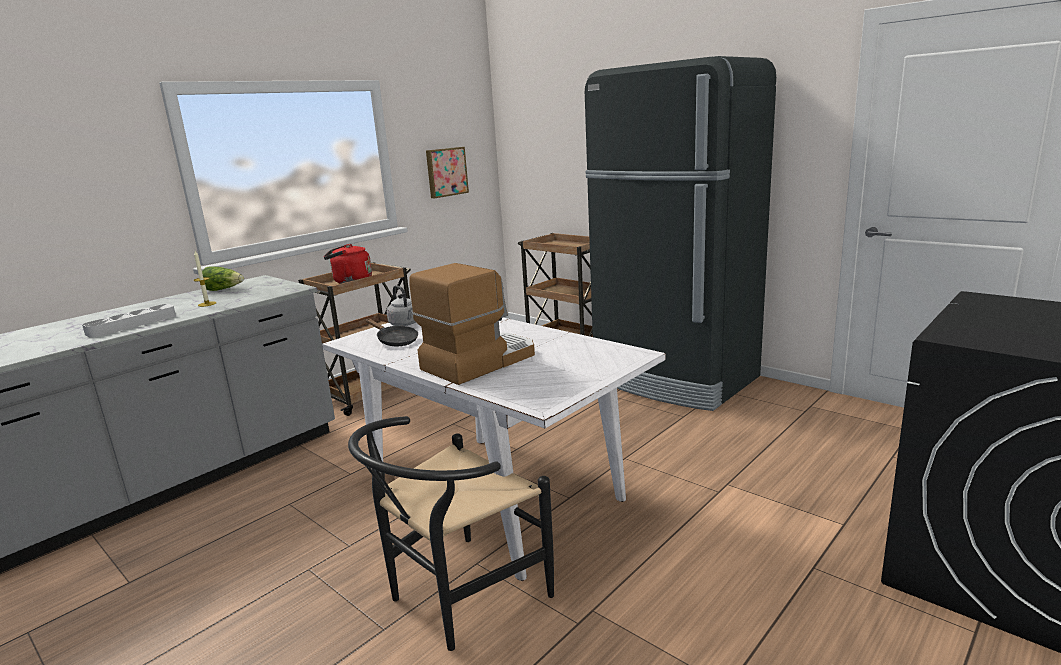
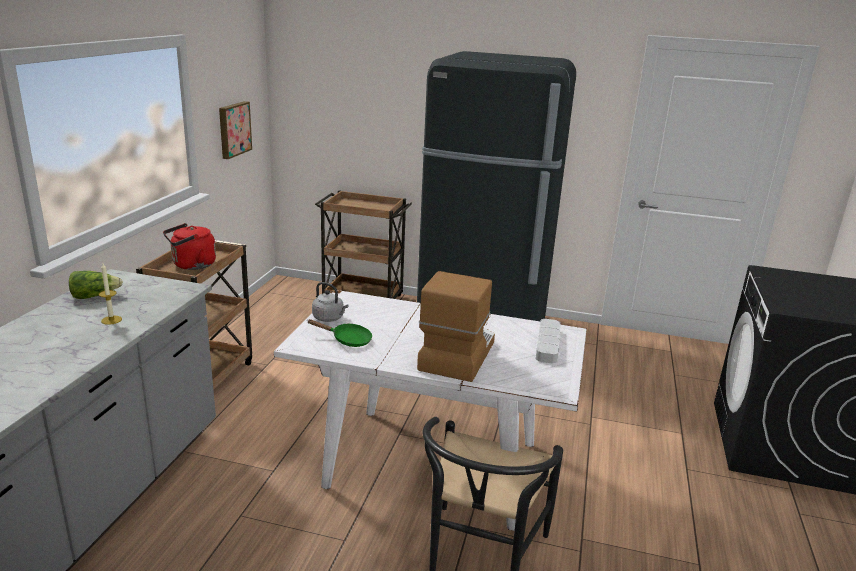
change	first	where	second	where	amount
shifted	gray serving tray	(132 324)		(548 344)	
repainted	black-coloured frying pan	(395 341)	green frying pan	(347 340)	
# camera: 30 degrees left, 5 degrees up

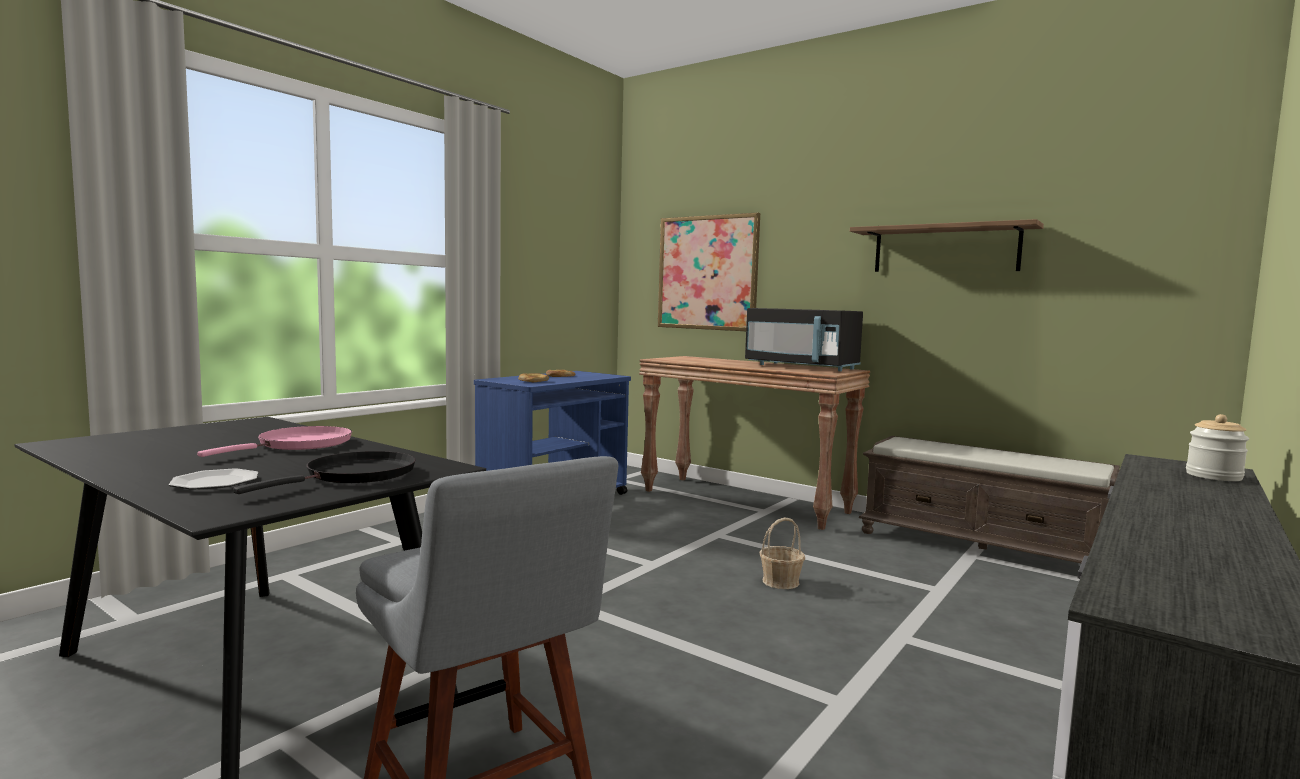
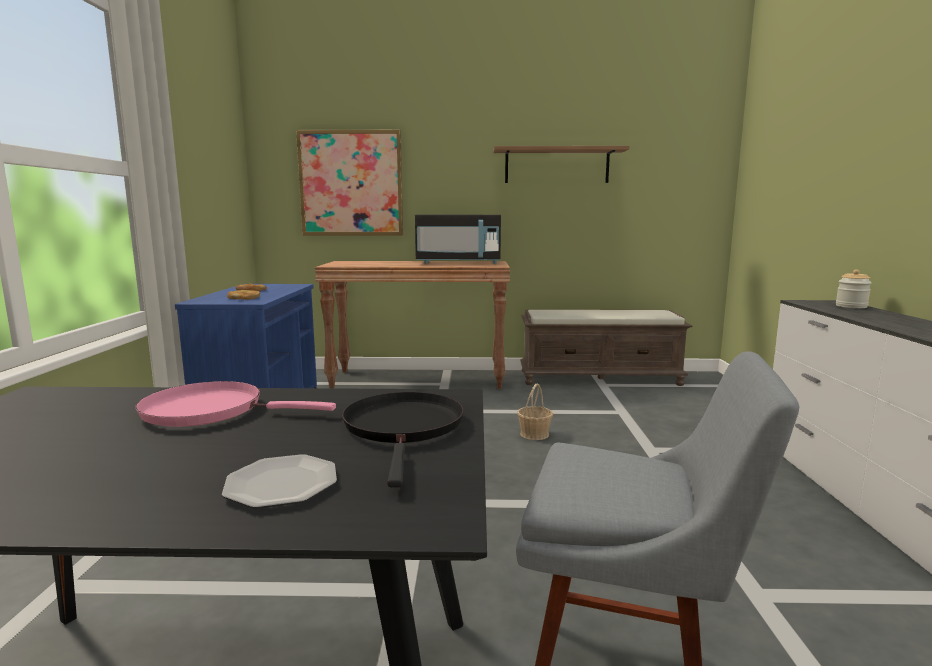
change	first	where	second	where	amount
rotated	pink-coloured frying pan	(300 444)		(211 411)	75 degrees counterclockwise
# camera: 35 degrees left, 5 degrees up

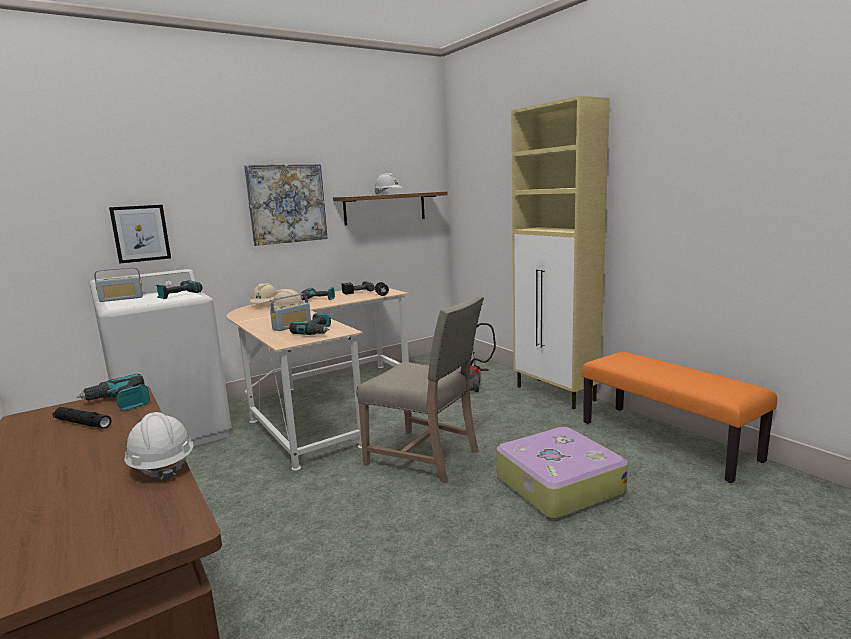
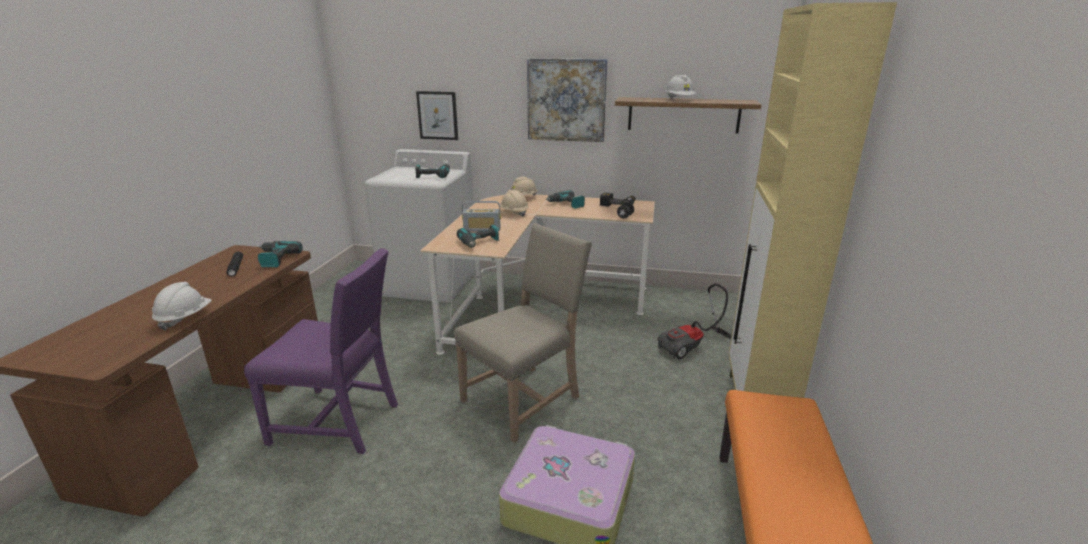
change	first	where	second	where	amount
gone	radio set	(121 299)			
rotated	beige plain chair	(426 457)		(525 398)	120 degrees counterclockwise
new			purple-coloured plain chair	(340 422)	
# camera: 45 degrees right, 10 degrees up

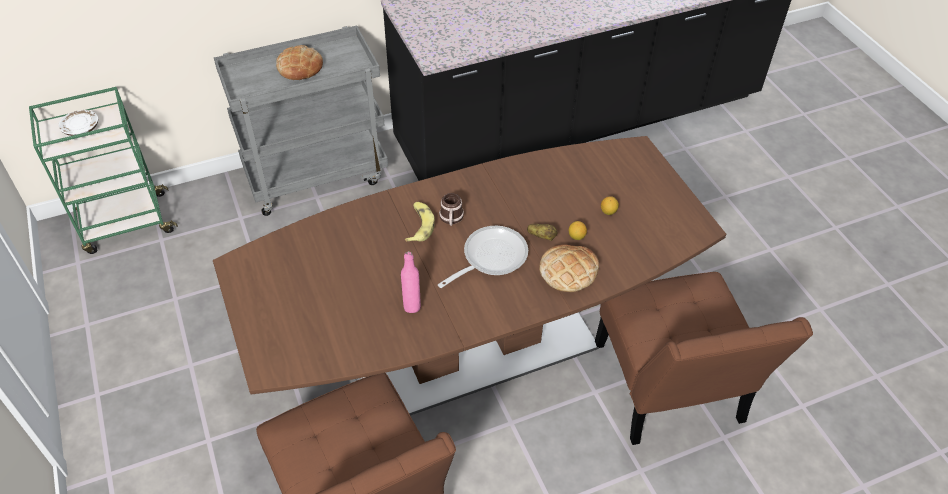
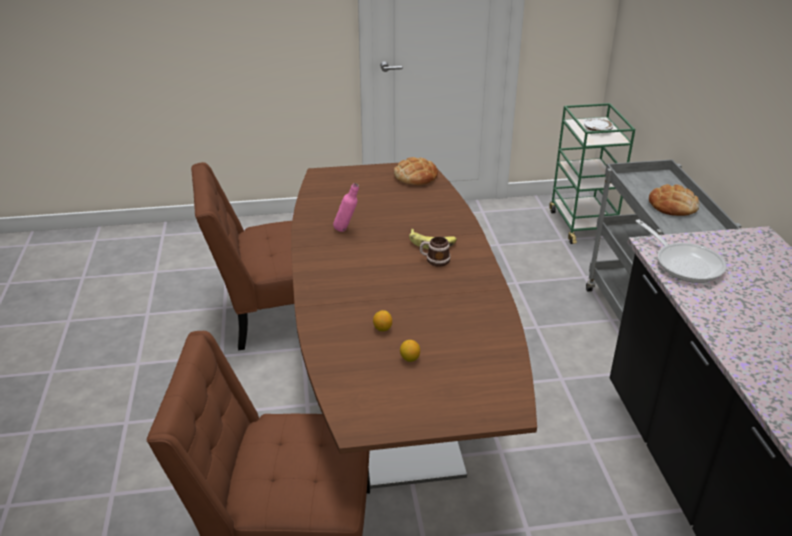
change	first	where	second	where	amount
gone	whole potato	(541 236)			
shifted	frying pan	(490 258)		(684 263)	
shifted	bread	(568 271)		(415 176)	
# camera: 105 degrees right, 15 degrees down

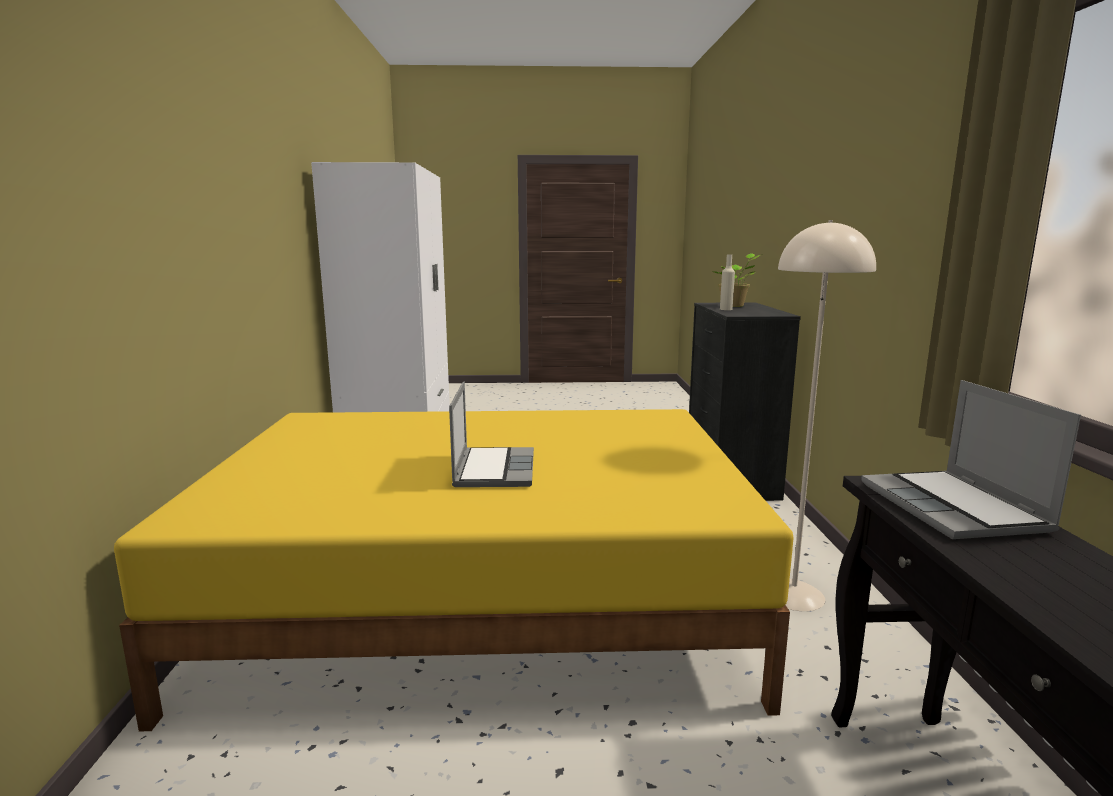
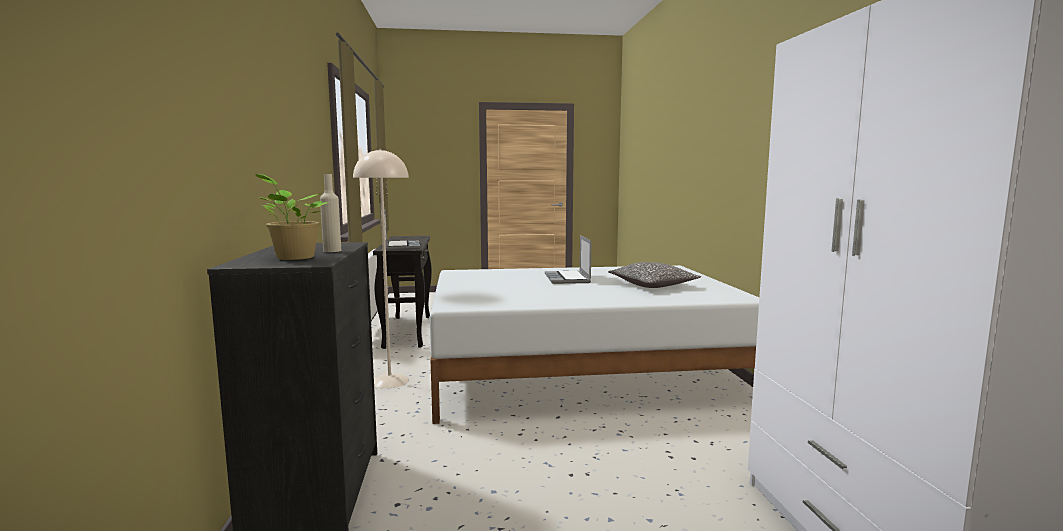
change	first	where	second	where	amount
repainted	yellowish sleeping bed	(482 600)	white-coloured sleeping bed	(581 373)	
new			cushion	(652 285)	
# camera: 175 degrees right, 5 degrees down

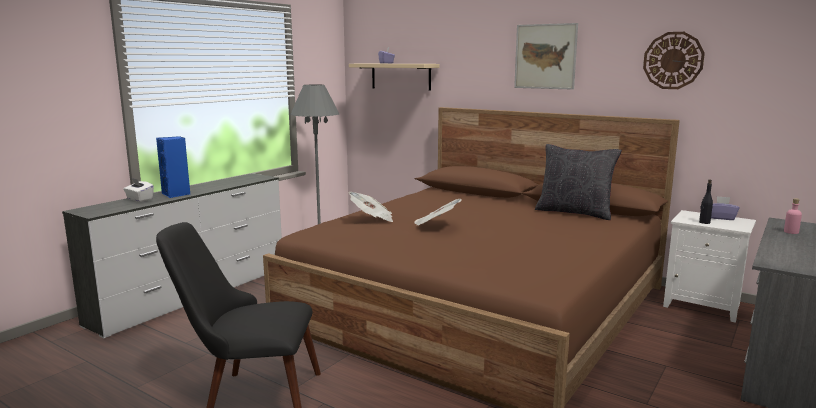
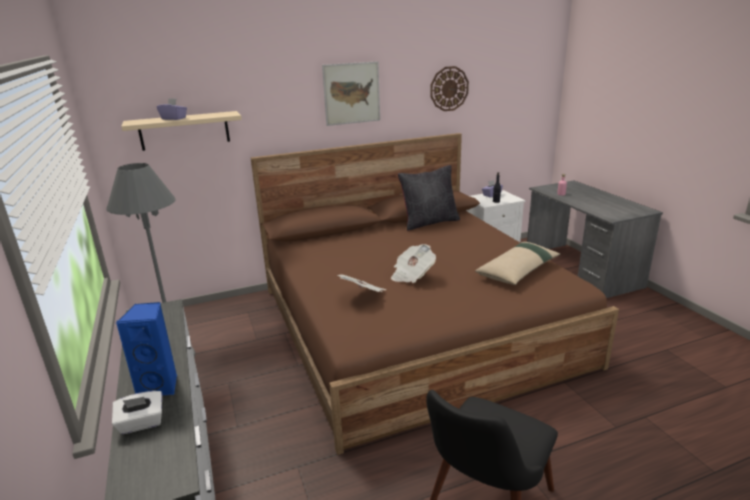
change	first	where	second	where	amount
new			beige cushion	(518 270)	
# camera: 55 degrees left, 10 degrees up

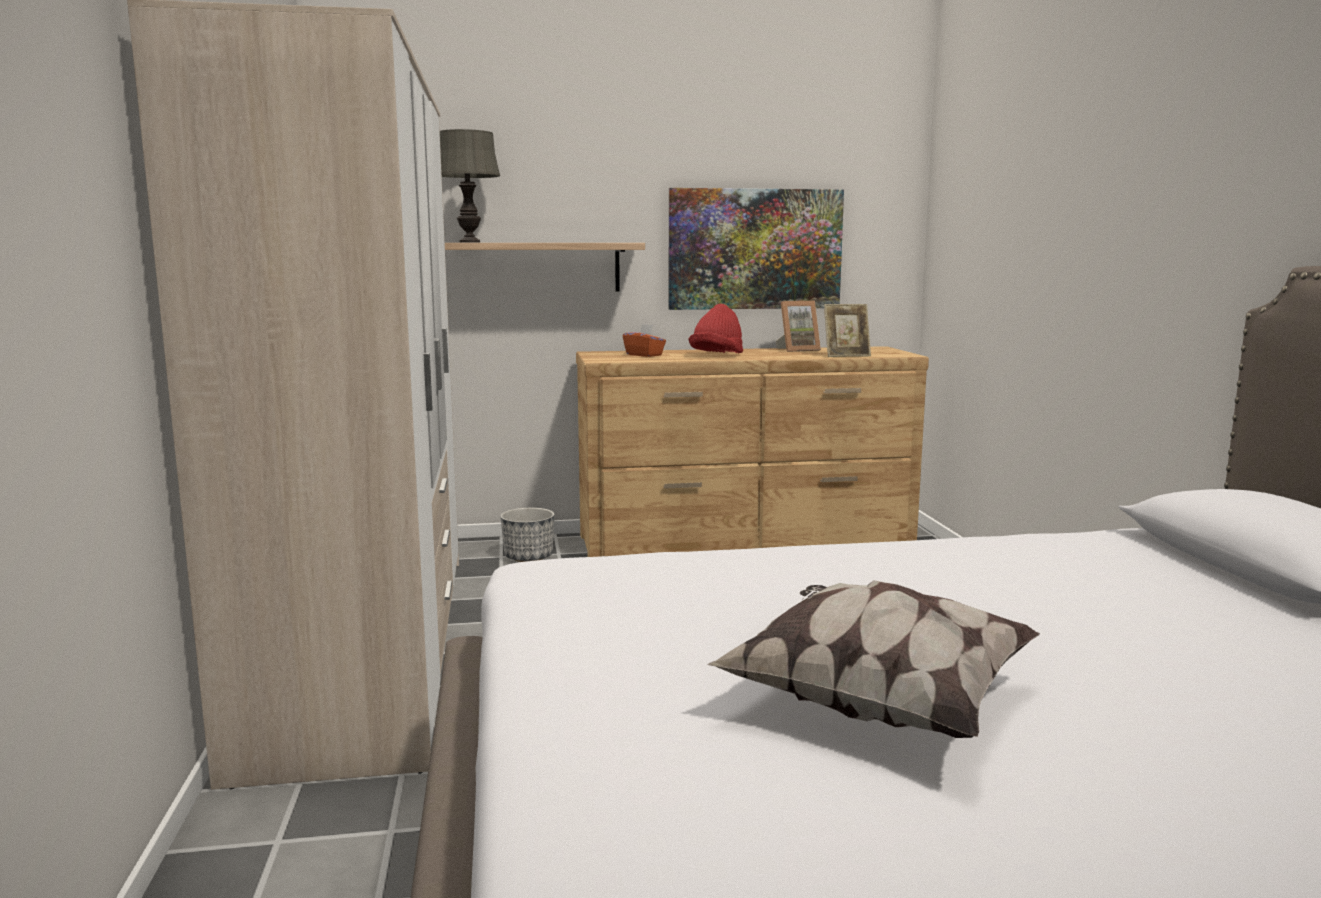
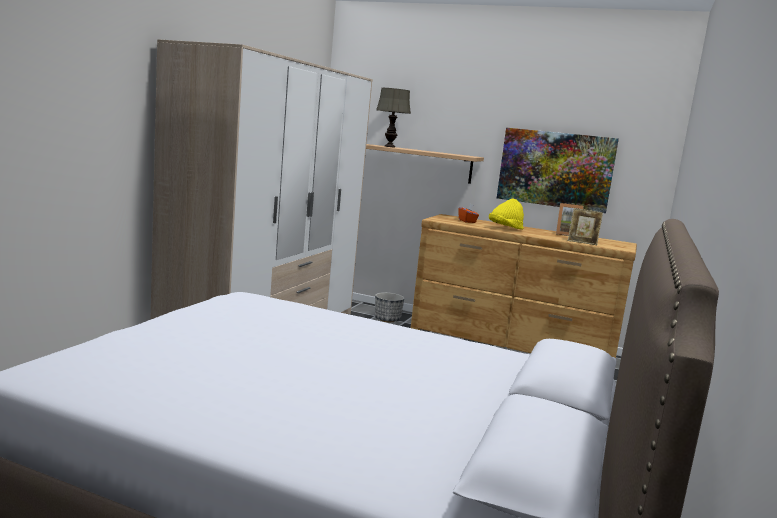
change	first	where	second	where	amount
repainted	red-coloured hat	(716 356)	yellowish hat	(505 228)	
gone	cushion	(876 703)			
# camera: 30 degrees right, 0 degrees up

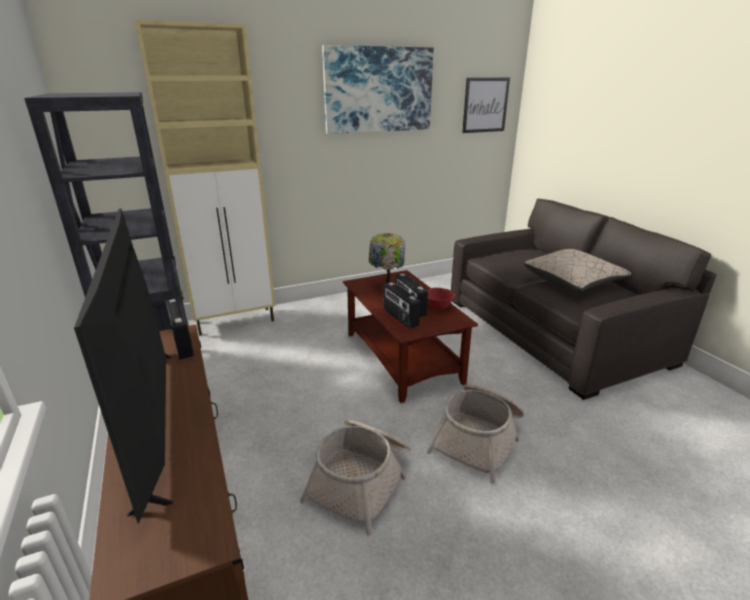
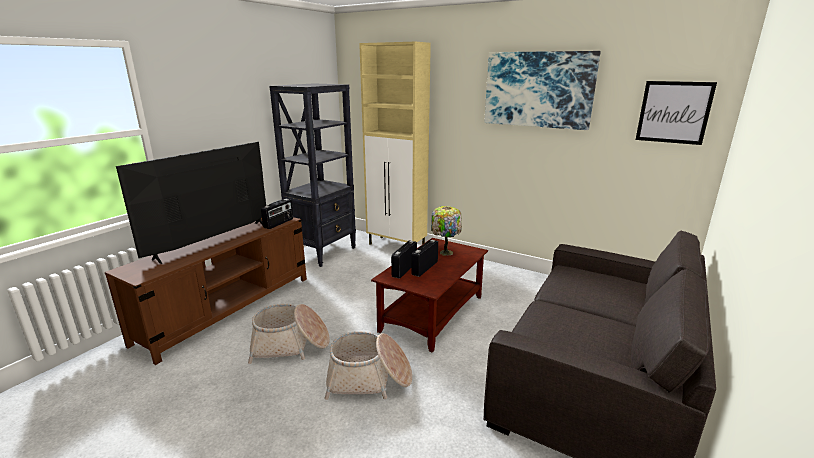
change	first	where	second	where	amount
gone	beige cushion	(573 282)			
gone	red-coloured bowl	(438 307)			
# camera: 55 degrees right, 5 degrees down

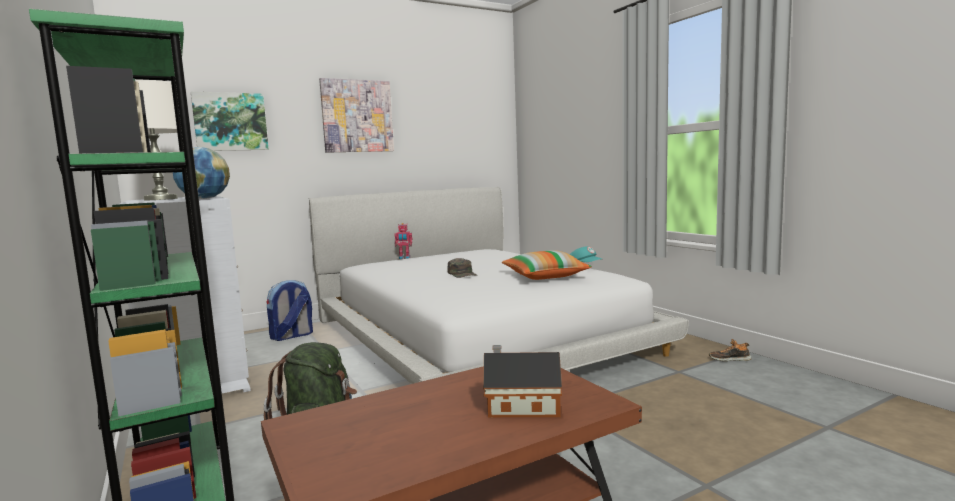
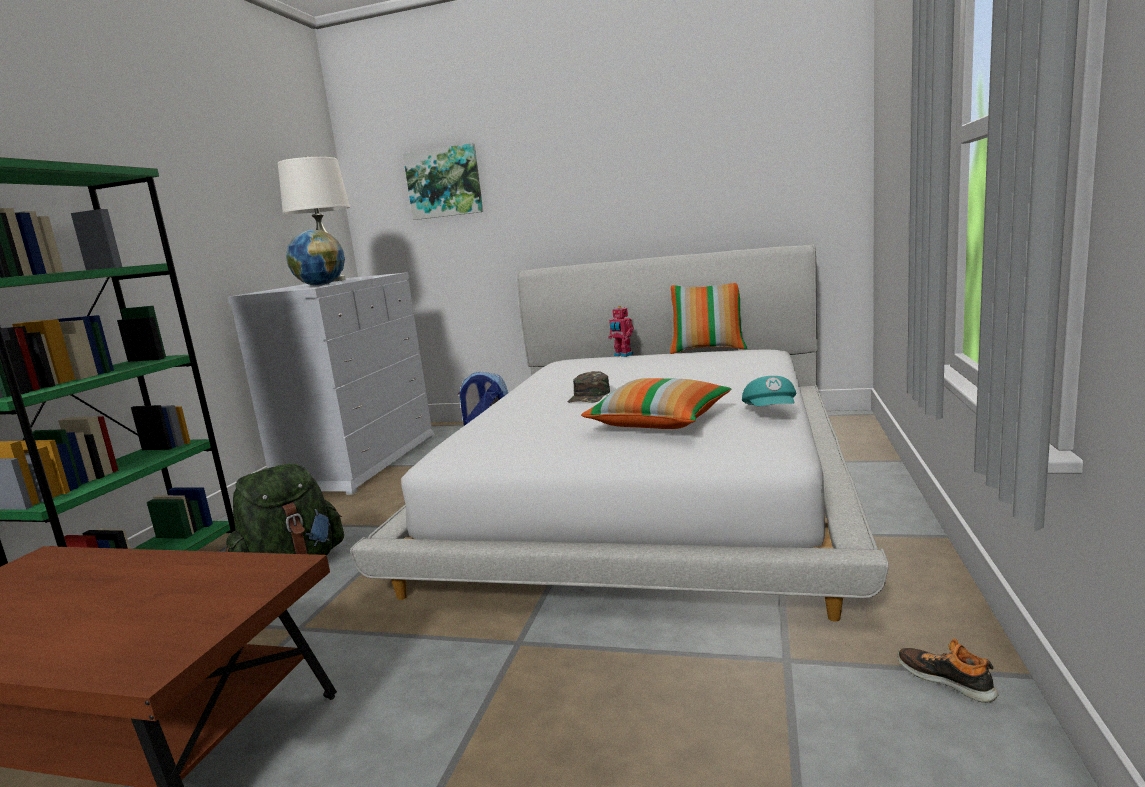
change	first	where	second	where	amount
gone	wall picture	(357 116)			
gone	miniature house	(520 406)			
new			cushion	(708 349)	
# camera: 45 degrees right, 5 degrees up

